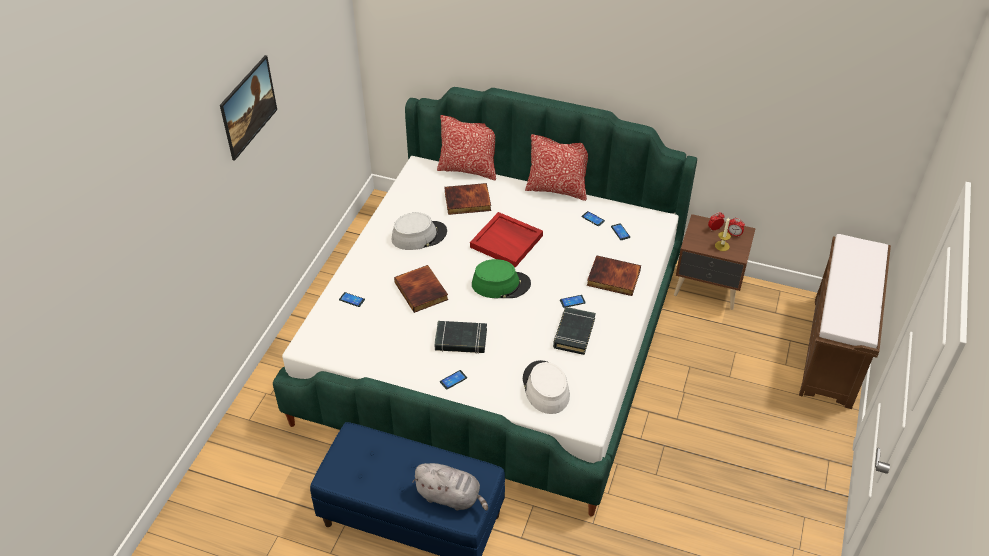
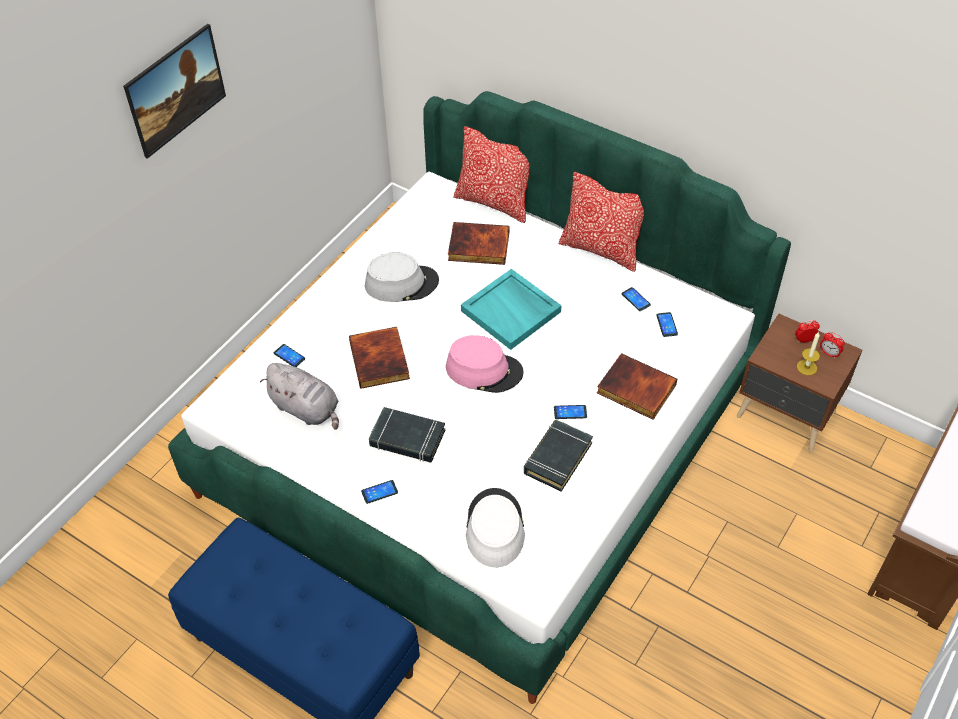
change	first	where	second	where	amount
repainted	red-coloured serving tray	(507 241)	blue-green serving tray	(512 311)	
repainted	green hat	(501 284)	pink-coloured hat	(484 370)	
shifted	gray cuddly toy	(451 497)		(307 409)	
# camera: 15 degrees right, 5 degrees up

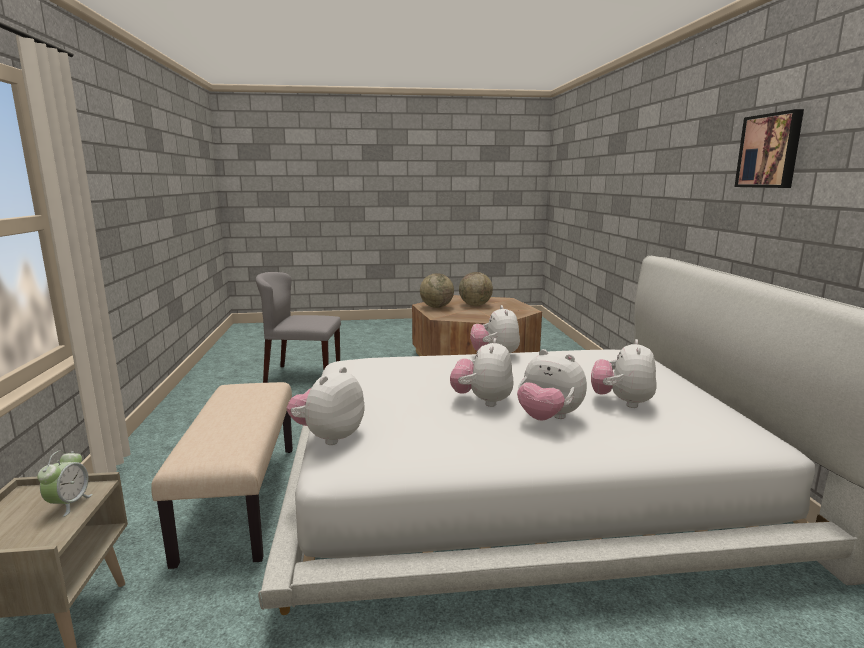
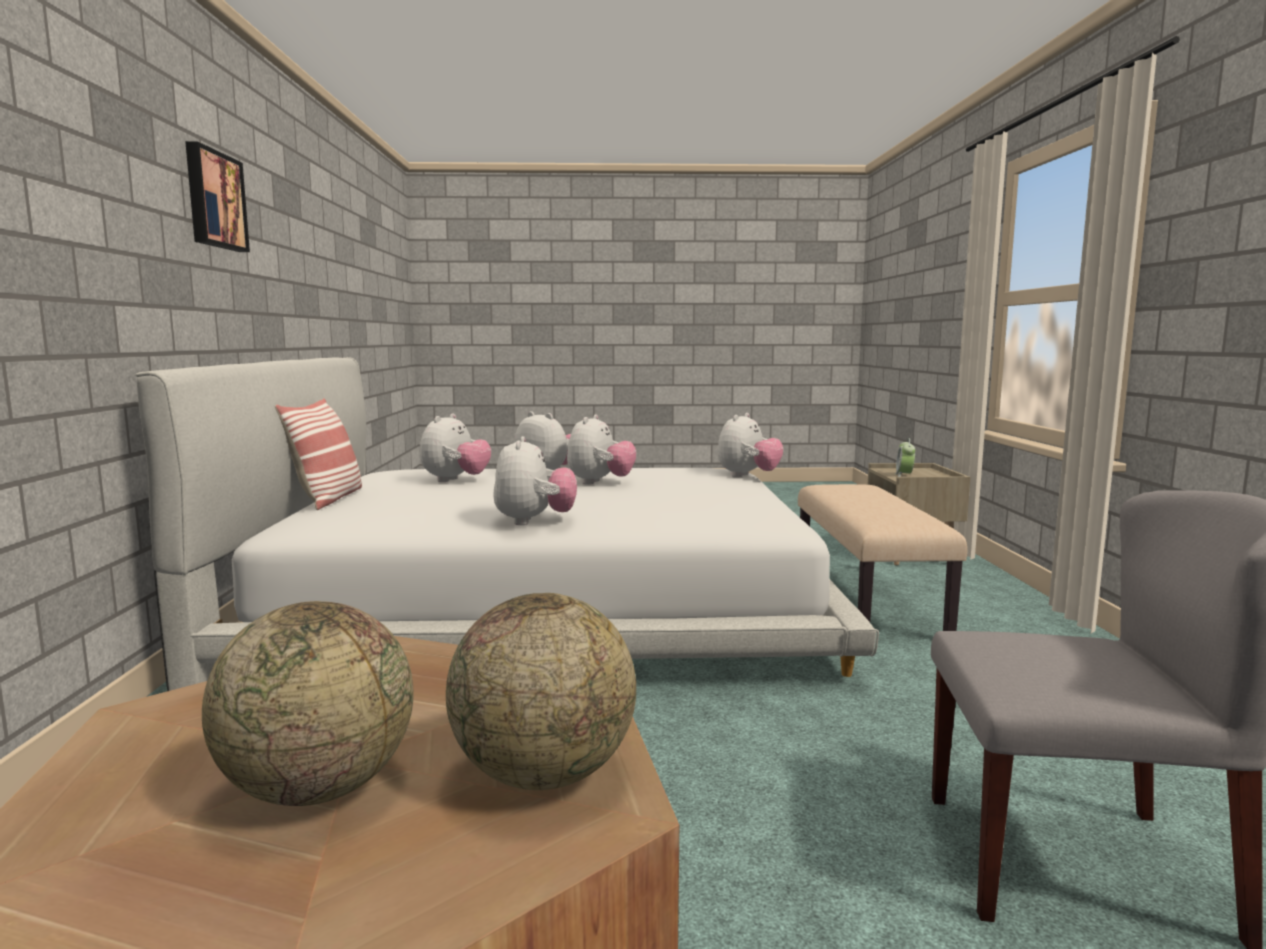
change	first	where	second	where	amount
new			cushion	(328 499)	
# camera: 175 degrees left, 5 degrees down

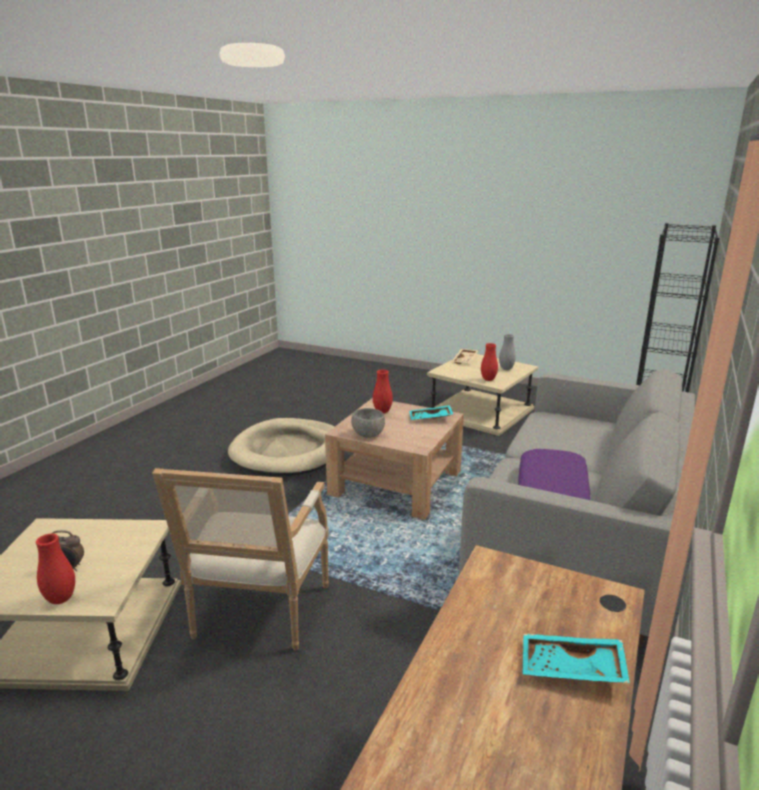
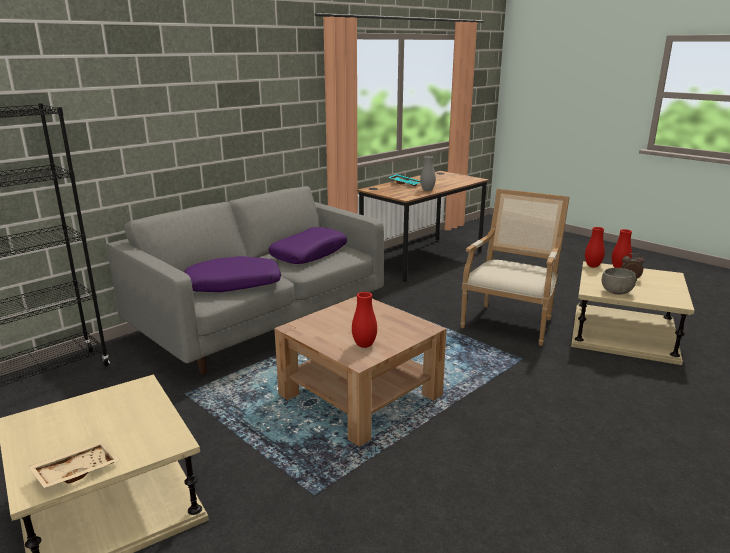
change	first	where	second	where	amount
shifted	gray vase	(506 369)		(427 190)	
shifted	red-coloured vase	(488 379)		(592 266)	
gone	blue-green serving tray	(430 418)			
shifted	gray bowl	(368 435)		(616 292)	
gone	beige pet bed	(289 452)			
new			purple-coloured cushion	(233 285)	
# camera: 160 degrees left, 0 degrees up

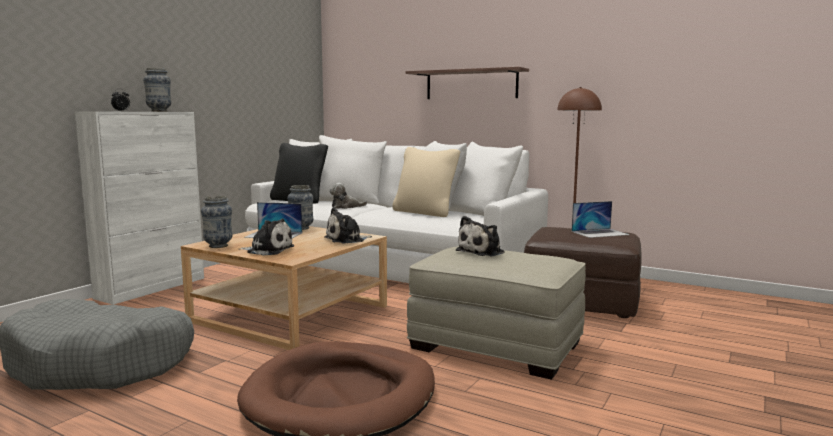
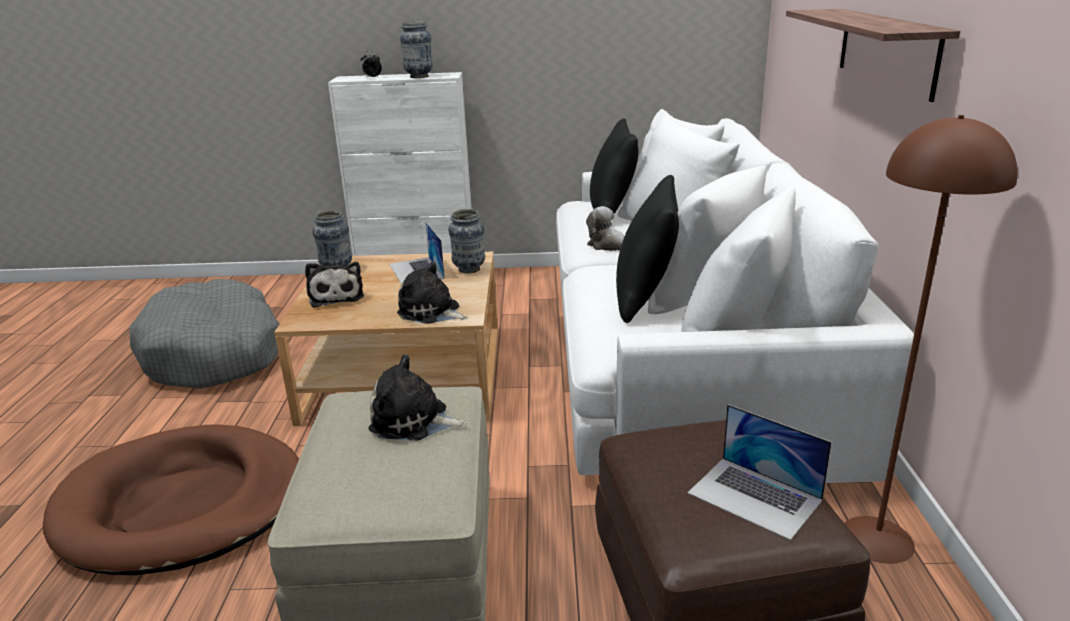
change	first	where	second	where	amount
repainted	beige cushion	(425 212)	black-coloured cushion	(645 299)	
# camera: 60 degrees right, 15 degrees up

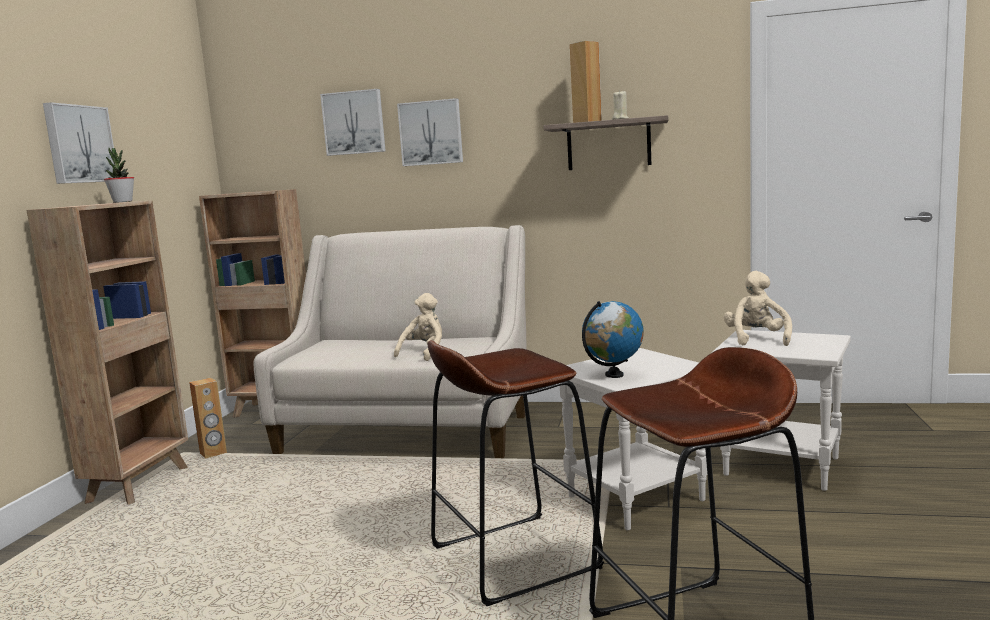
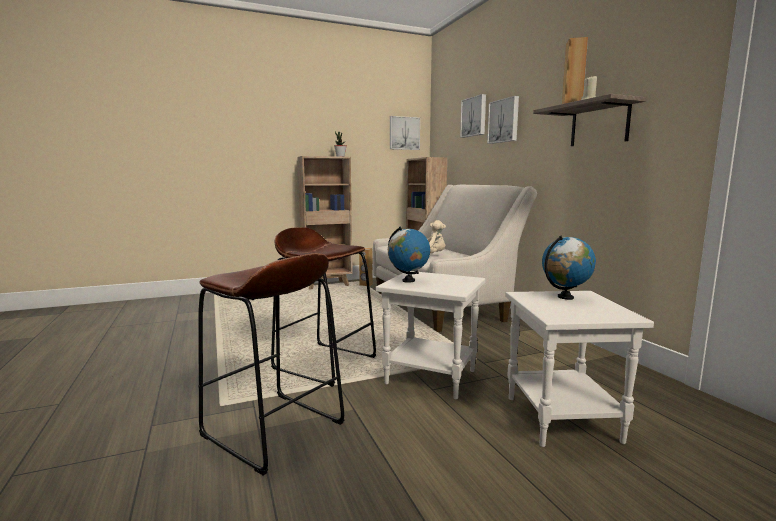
change	first	where	second	where	amount
shifted	wall picture	(79 144)		(404 133)	
swapped	beige cuddly toy	(756 339)	desk globe	(565 297)	
# camera: 55 degrees right, 0 degrees up

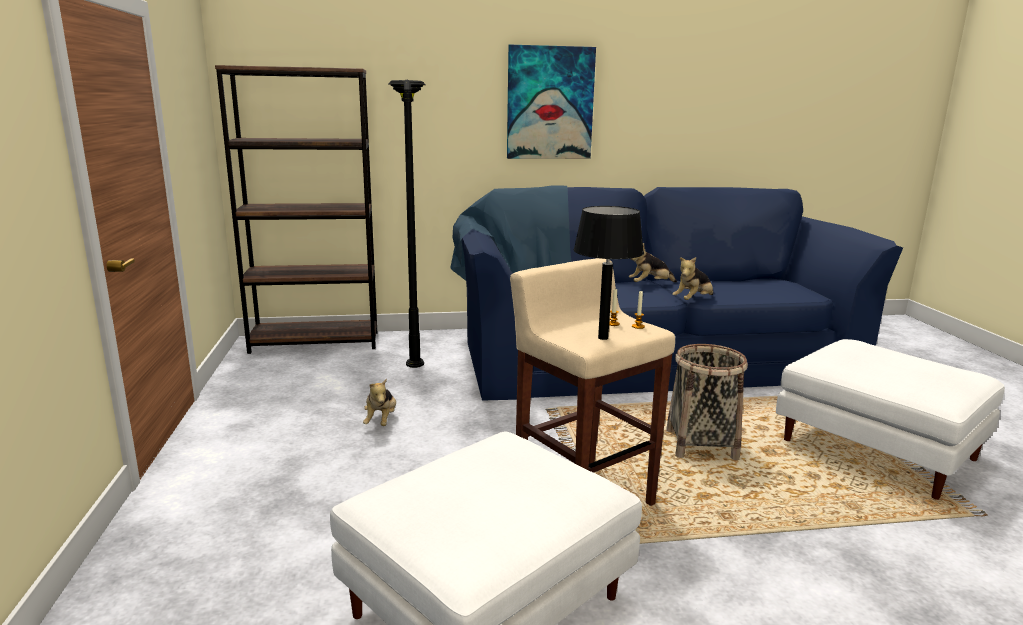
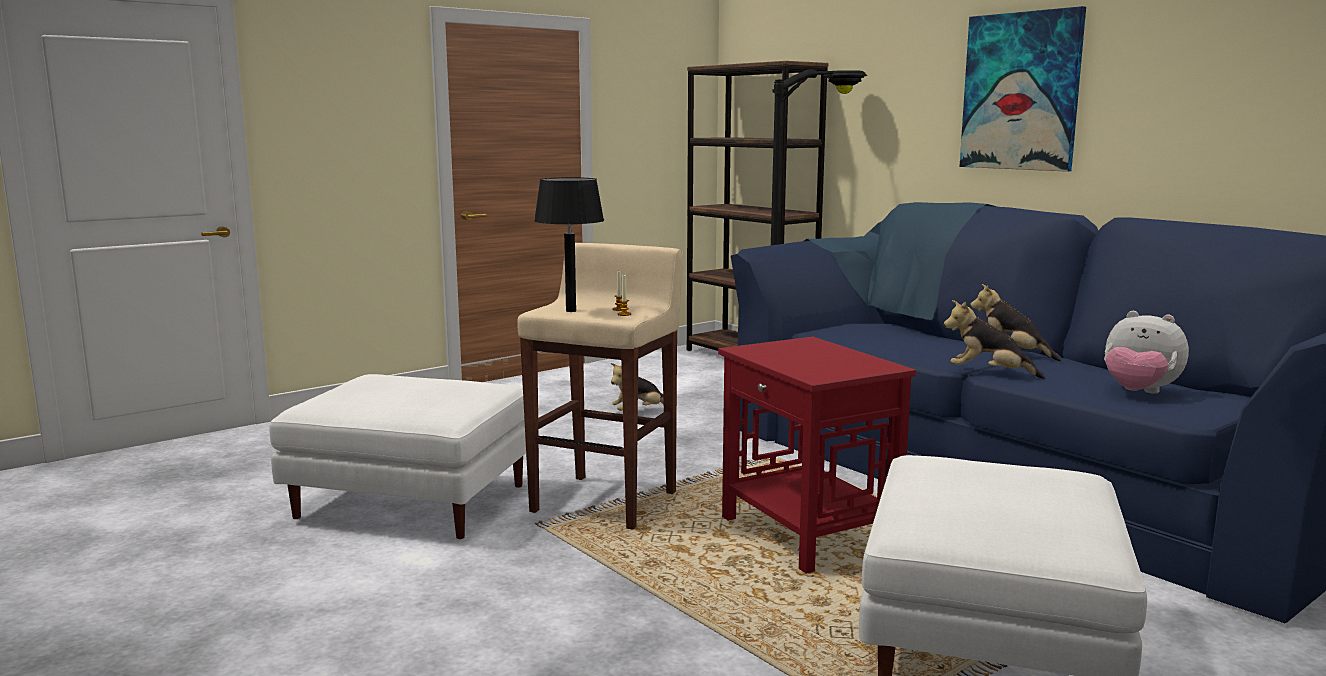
change	first	where	second	where	amount
swapped	household basket	(701 444)	red-coloured end table	(806 534)	
new			cuddly toy	(1139 393)	
# camera: 60 degrees right, 5 degrees down

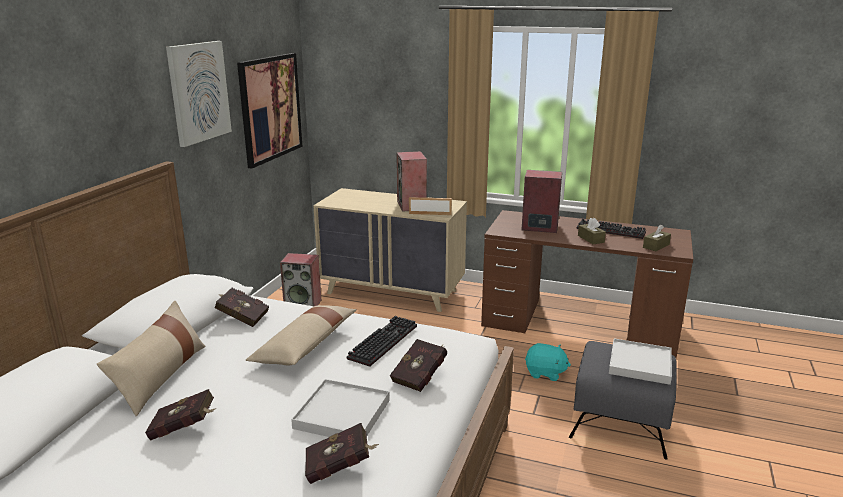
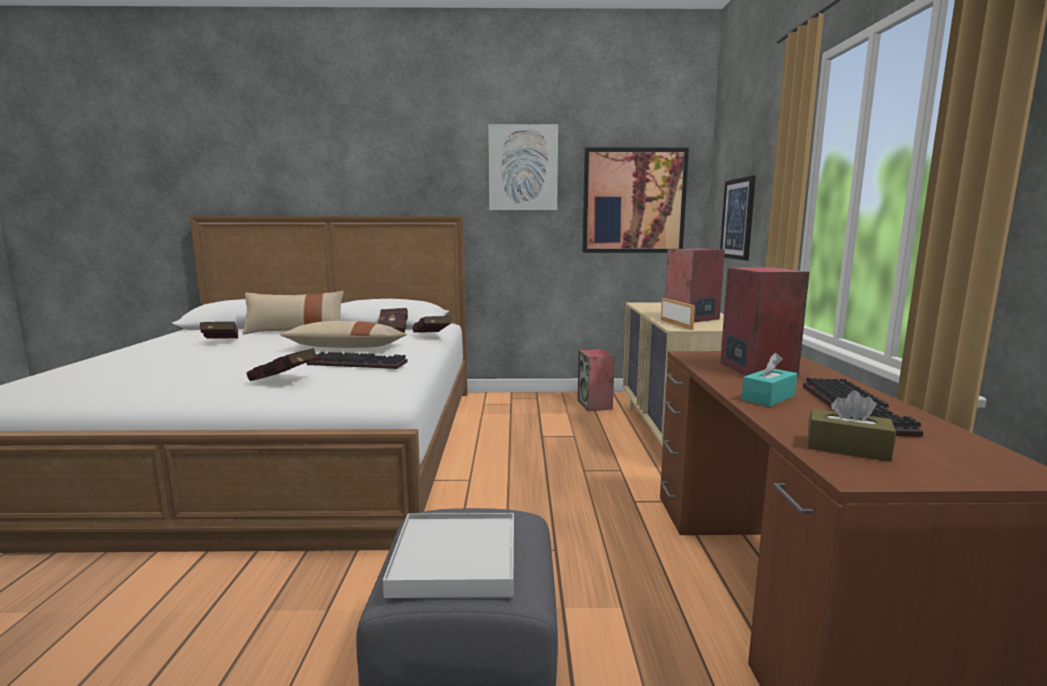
change	first	where	second	where	amount
repainted	brownish tissue holder	(591 239)	blue-green tissue holder	(768 398)	
gone	blue-green cuddly toy	(545 373)			
gone	white-coloured serving tray	(342 414)			
shifted	red-coloured bound book	(341 468)		(432 336)	
new			wall picture	(738 219)	
# camera: 70 degrees right, 10 degrees down

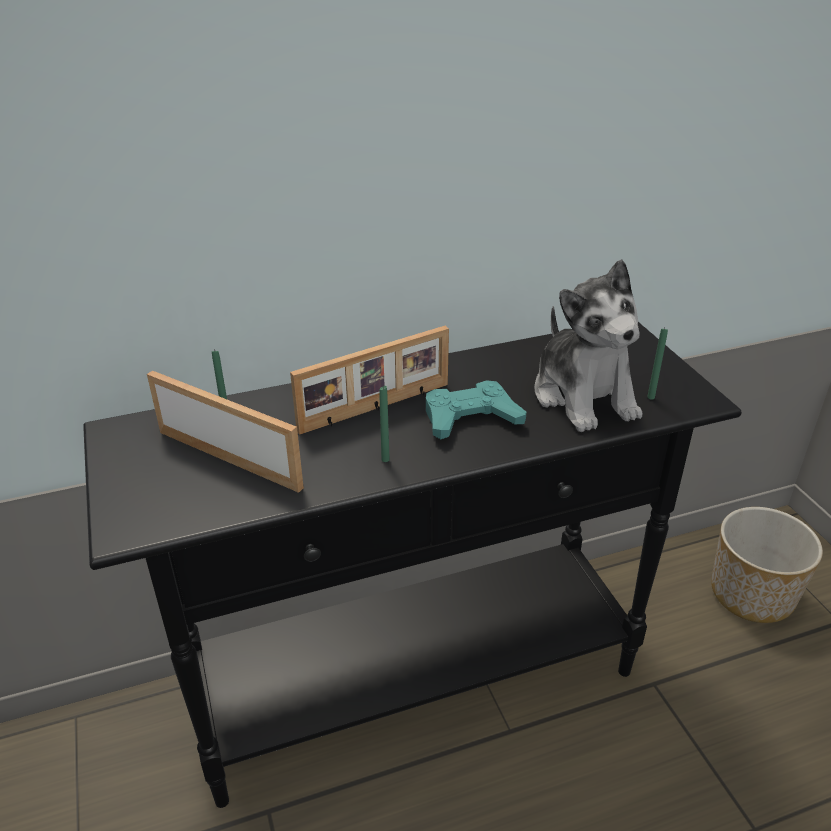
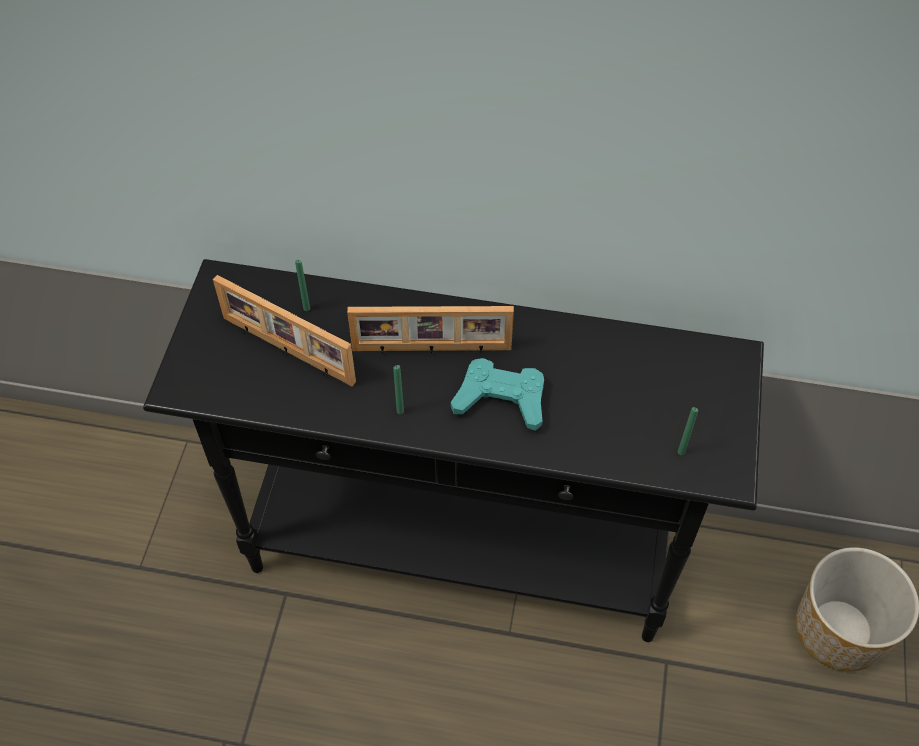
change	first	where	second	where	amount
gone	cuddly toy	(584 396)			
rotated	photo frame	(230 457)		(287 351)	150 degrees clockwise
# camera: 30 degrees right, 20 degrees up

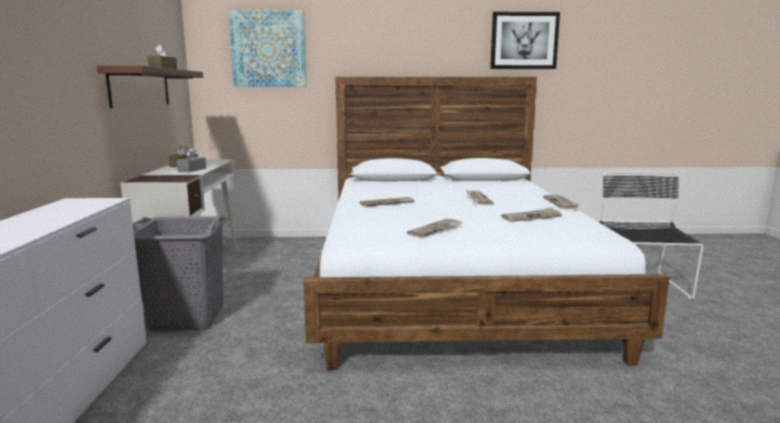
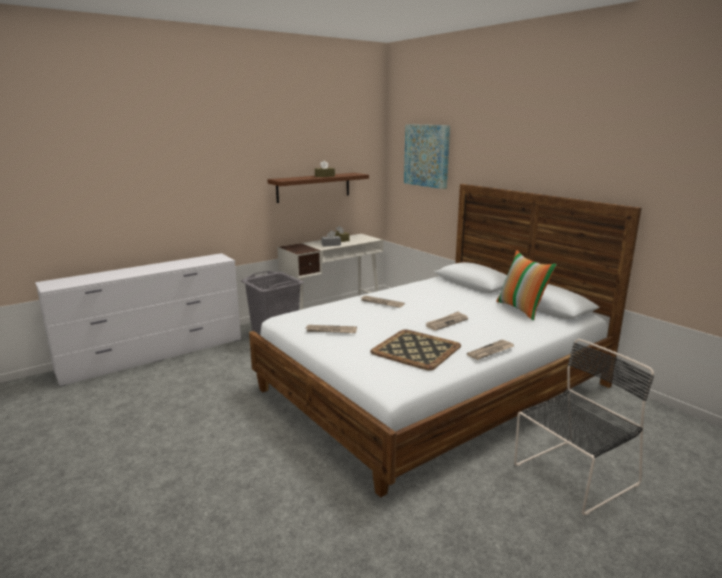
change	first	where	second	where	amount
gone	wall picture	(524 41)			
swapped	newspaper	(531 217)	serving tray	(417 349)	
new			cushion	(521 309)	
# camera: 55 degrees right, 5 degrees up

